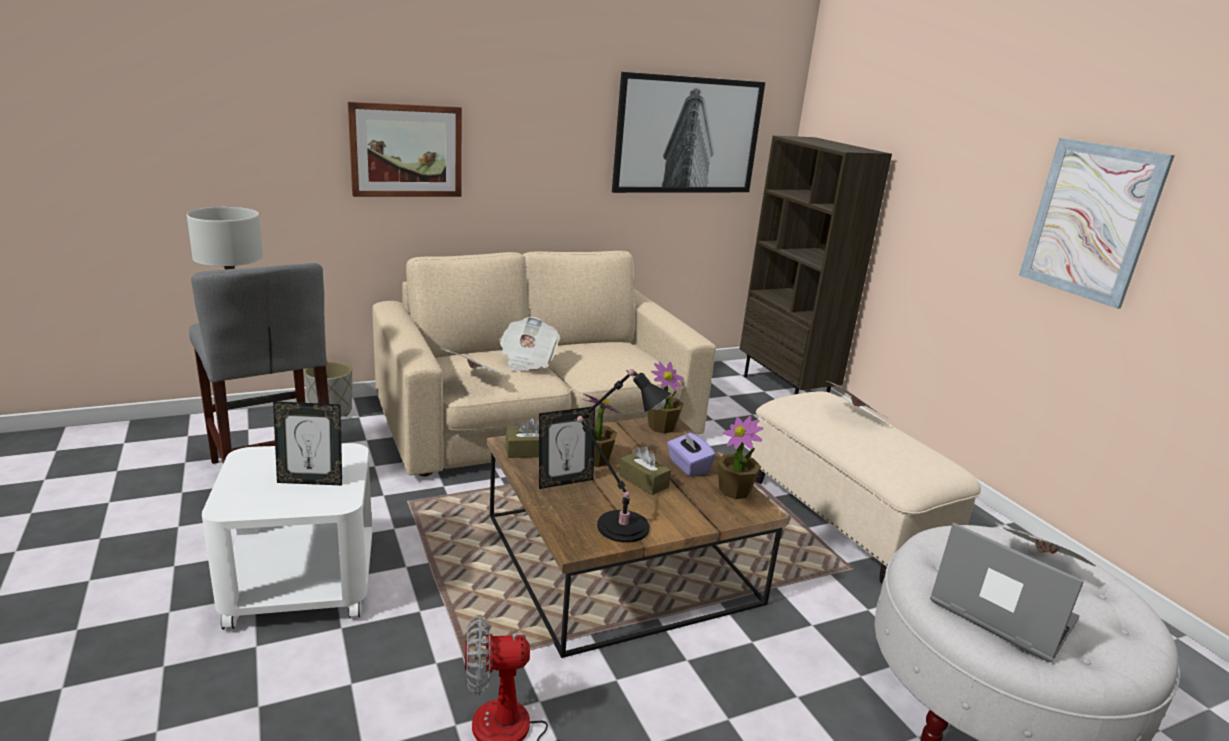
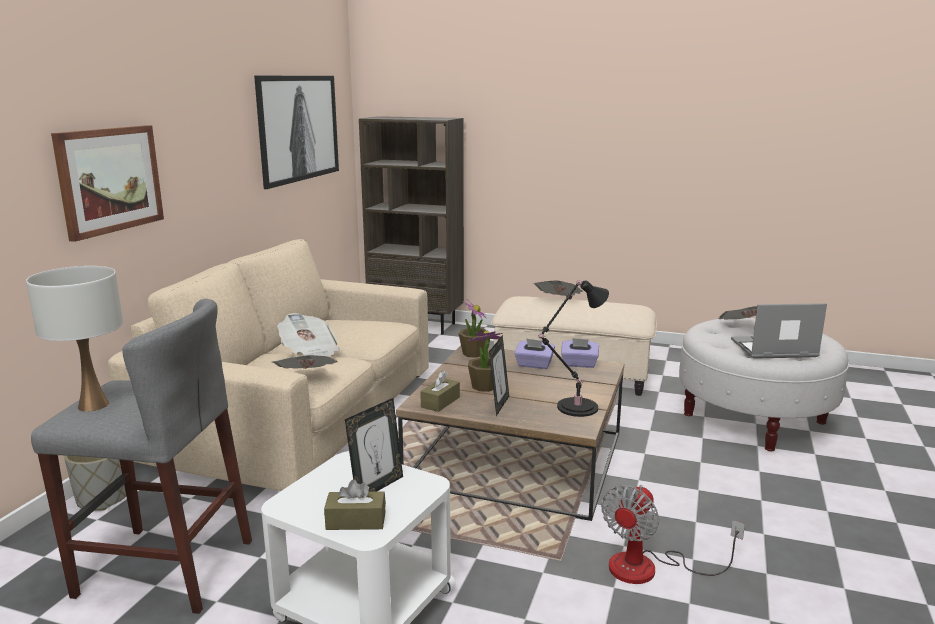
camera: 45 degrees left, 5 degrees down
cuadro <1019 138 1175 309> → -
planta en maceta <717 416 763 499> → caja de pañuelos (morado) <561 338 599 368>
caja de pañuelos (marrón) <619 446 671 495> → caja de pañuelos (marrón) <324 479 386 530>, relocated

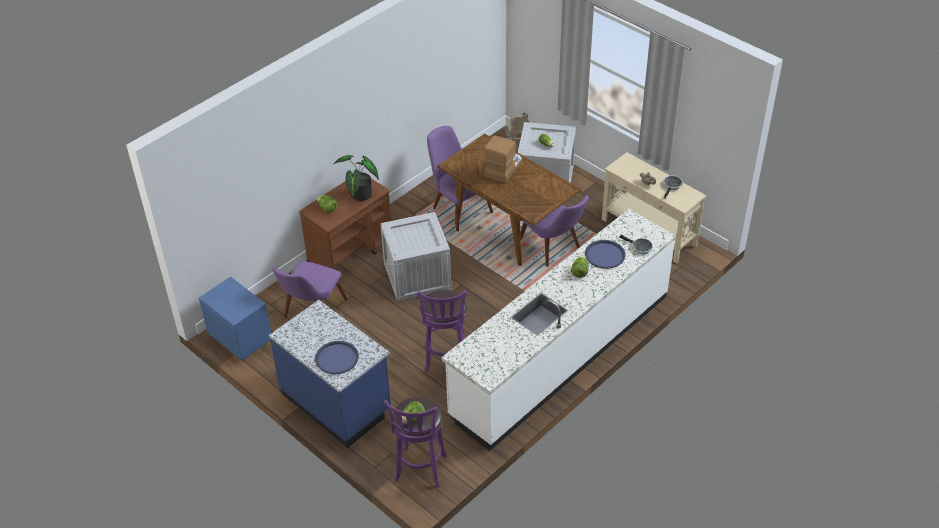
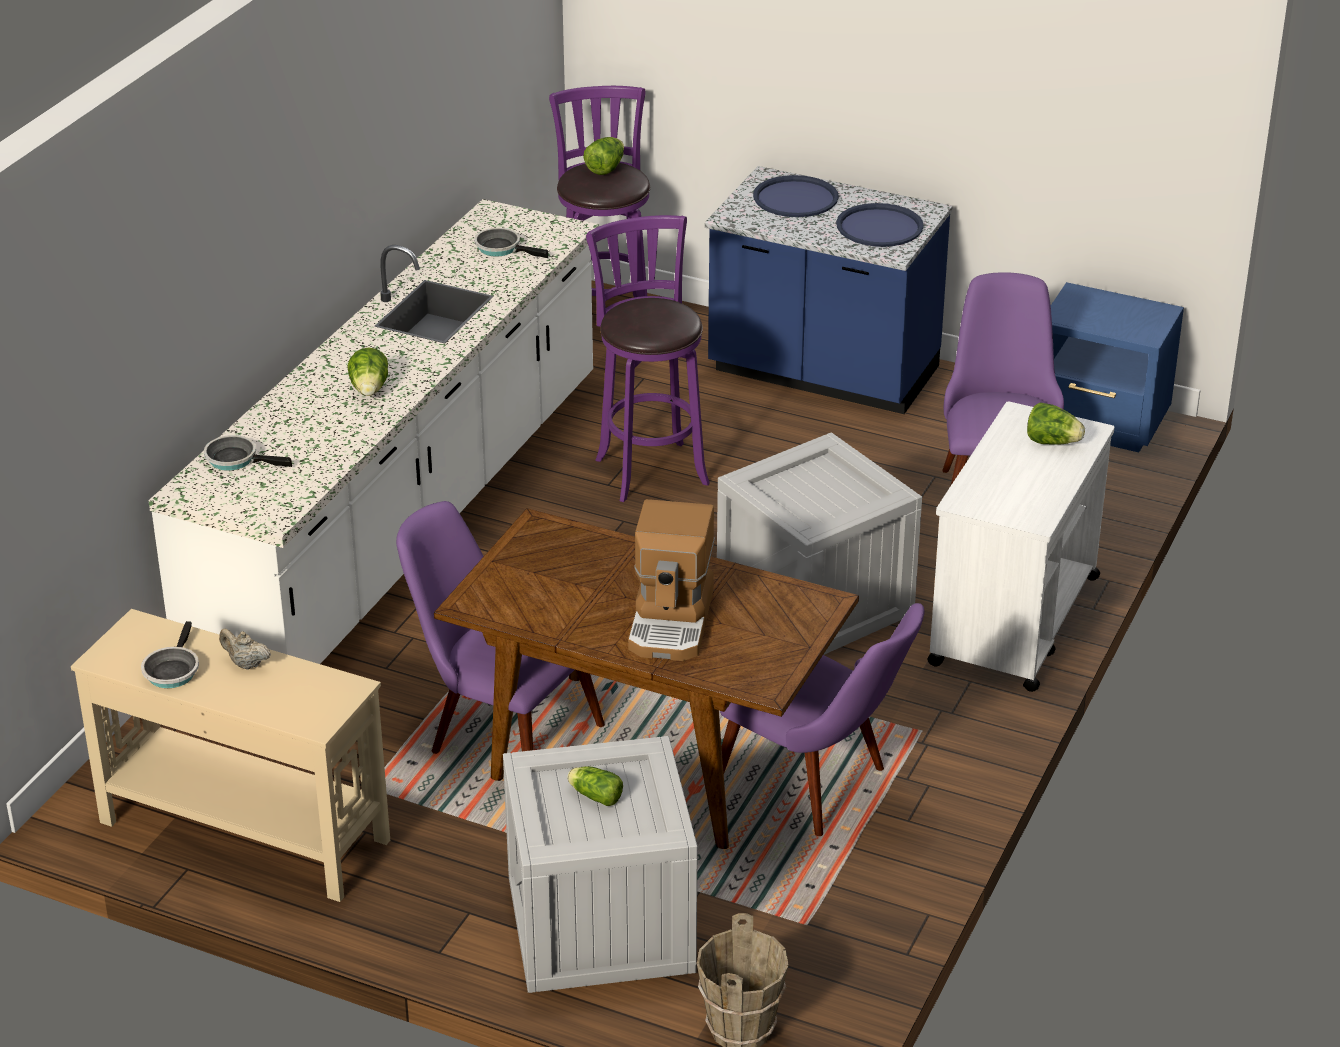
camera: 160 degrees right, 10 degrees down
planta en maceta <333 155 379 201> → -
carrito (marrón) <299 171 391 269> → carrito (blanco) <927 401 1115 692>
bandeja (azul) <585 240 625 269> → bandeja (azul) <836 203 924 247>, relocated
- → sartén <474 228 548 258>

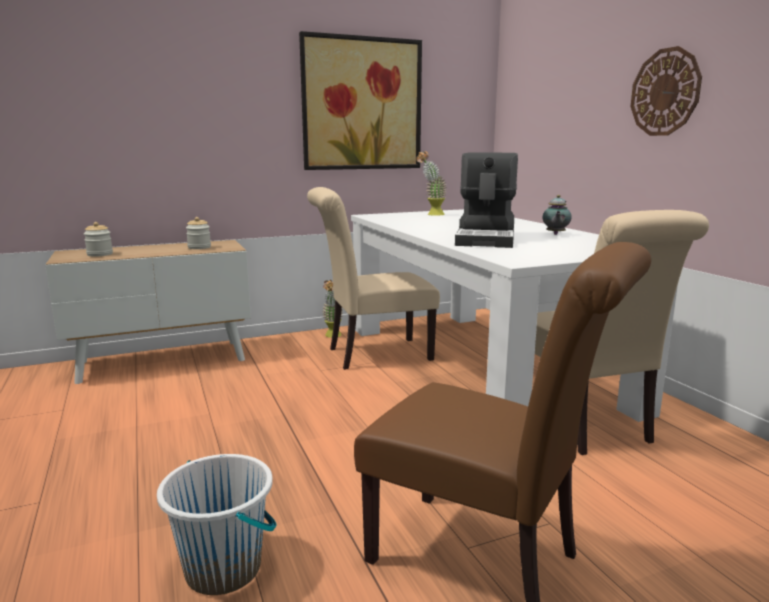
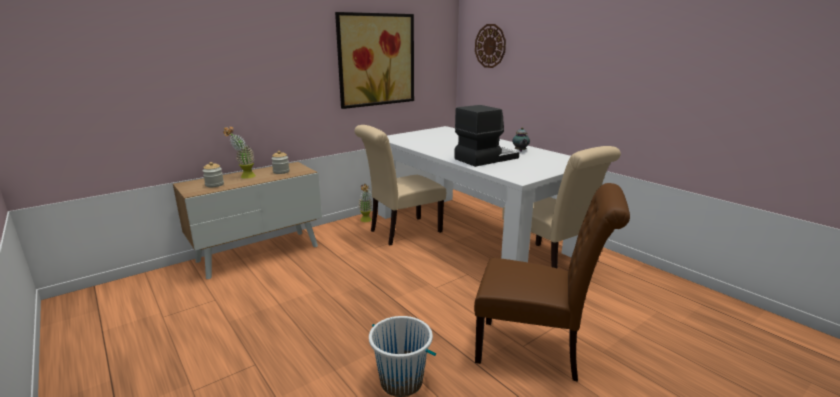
camera: 15 degrees left, 5 degrees up
reloj de pared <630 46 702 136> → reloj de pared <475 24 506 68>, relocated
planta en maceta <416 151 447 216> → planta en maceta <223 126 256 179>, relocated
cafetera <455 153 518 248> → cafetera <454 105 519 167>, 120 degrees counterclockwise

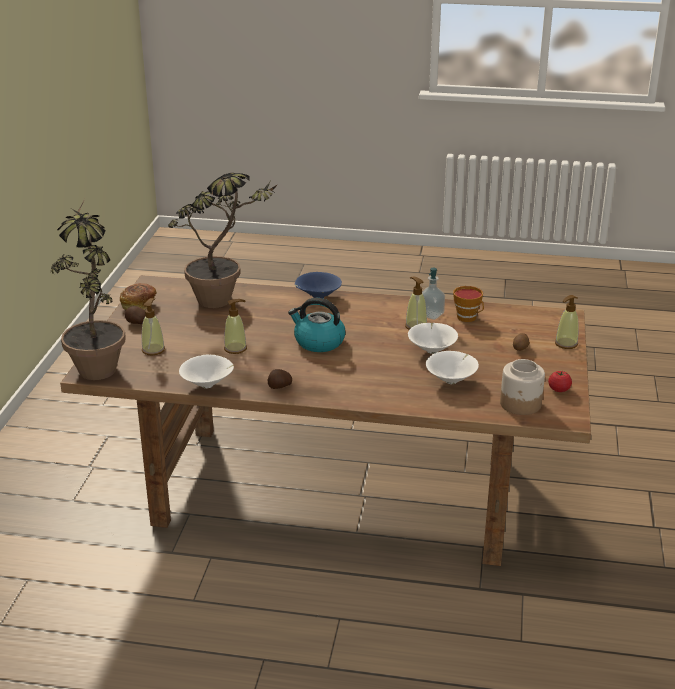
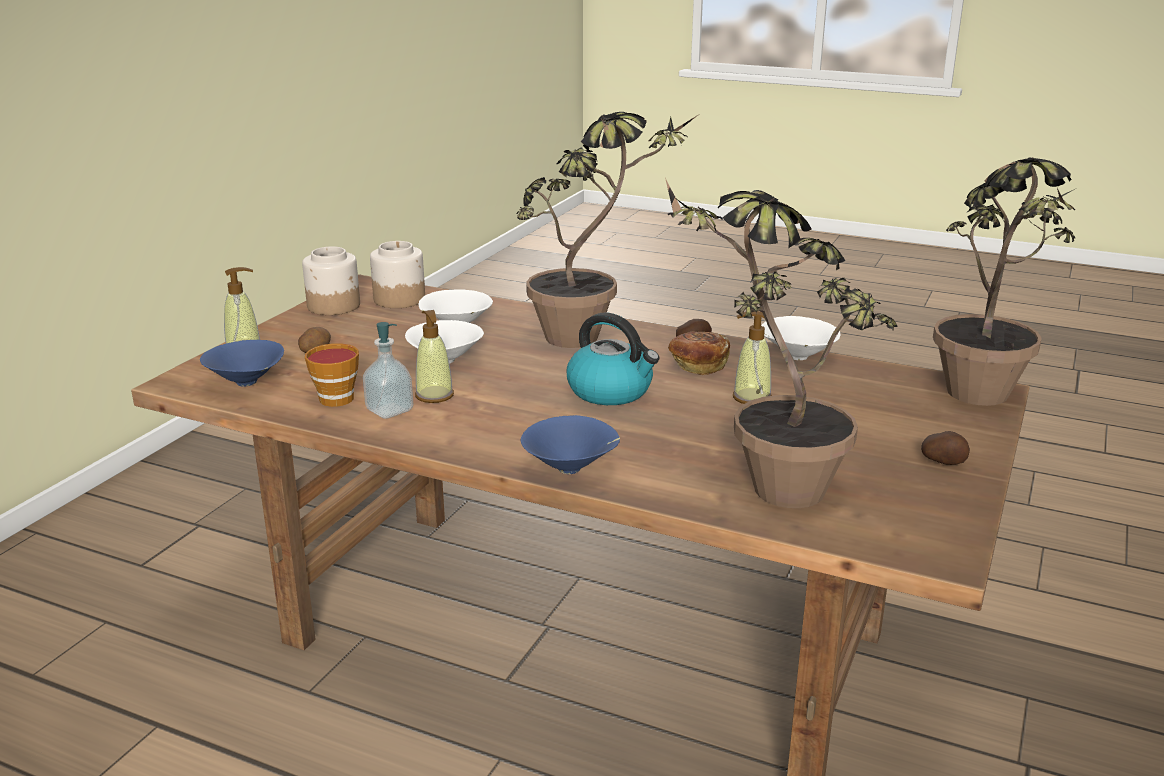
camera: 165 degrees left, 5 degrees down
pan <120 283 157 310> → pan <668 332 730 375>, relocated
dispensador de jabón <142 298 165 355> → -
tomate <548 371 572 392> → tarro <302 246 360 315>
- → planta en maceta <516 112 698 348>
- → cuenco (azul) <200 340 284 386>

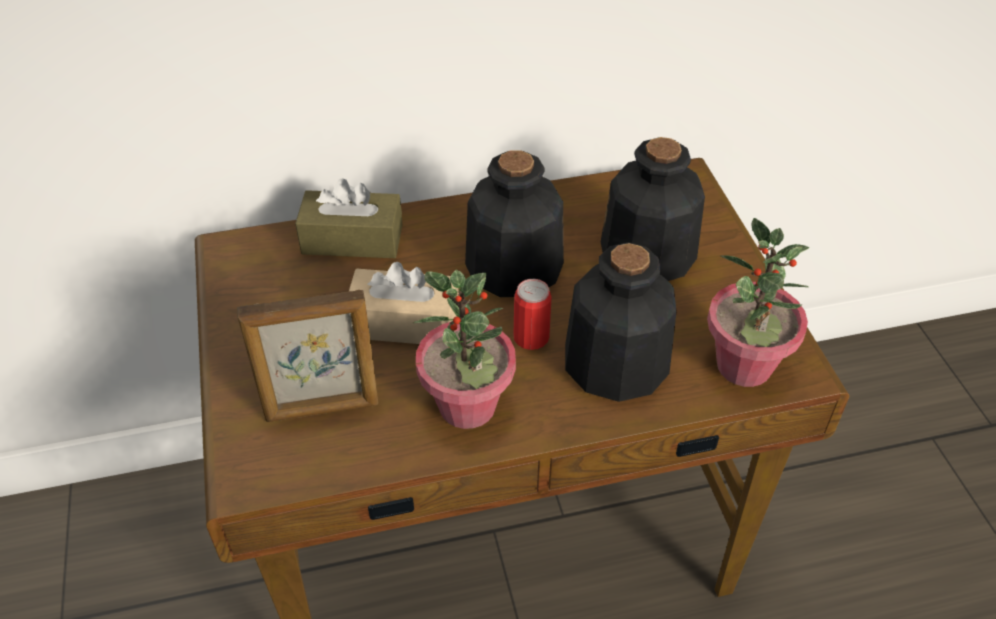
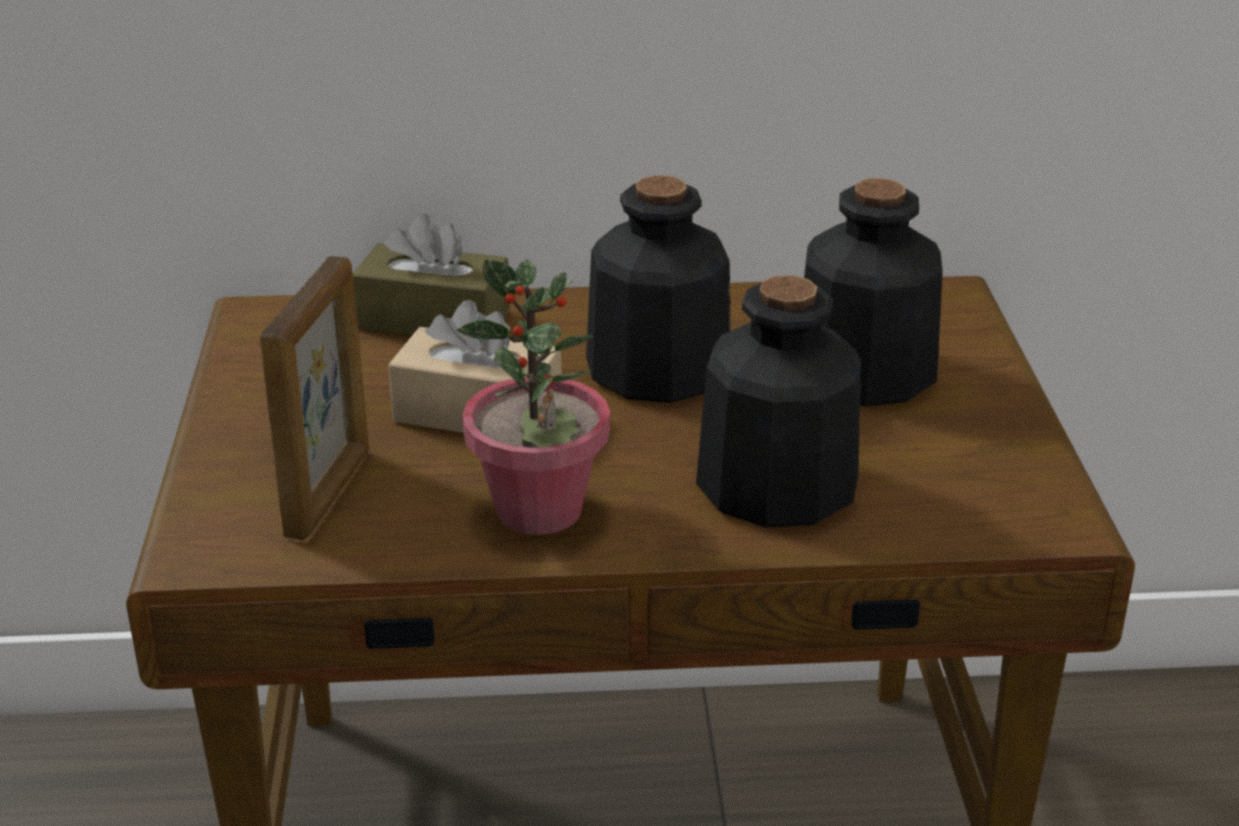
camera: 10 degrees right, 15 degrees down
planta en maceta <707 218 809 387> → -
lata <513 279 552 350> → -
portarretratos <237 290 378 422> → portarretratos <260 256 369 540>, 75 degrees counterclockwise

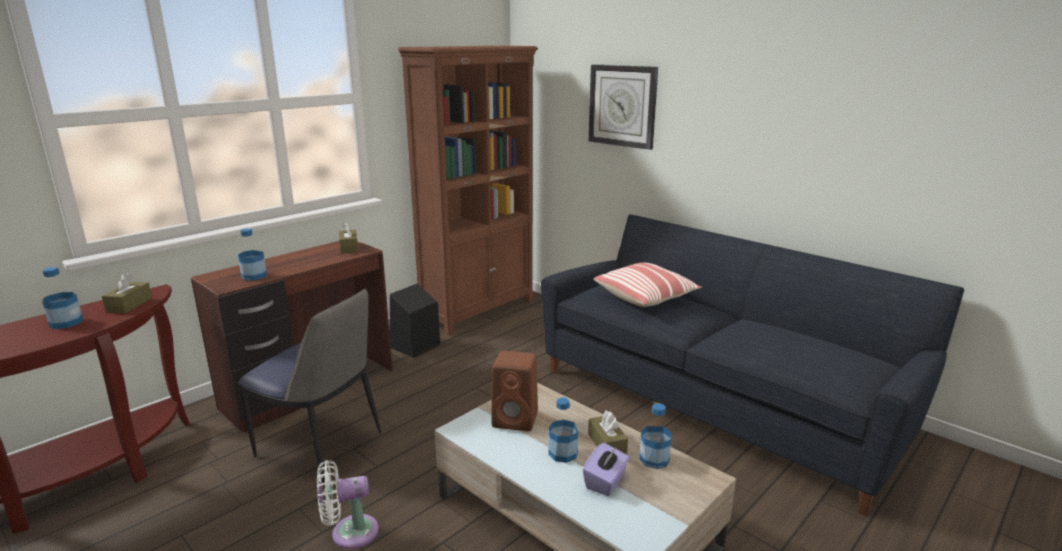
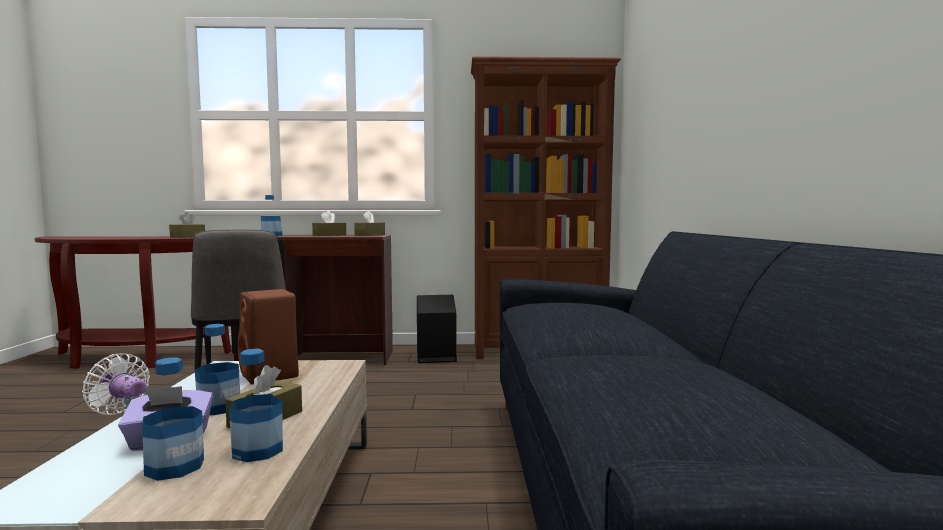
camera: 45 degrees right, 15 degrees down
reloj de pared <589 64 658 150> → -
cojín <594 263 702 307> → -
botella <42 267 83 329> → botella <142 357 204 481>, relocated
- → caja de pañuelos (marrón) <312 210 346 236>

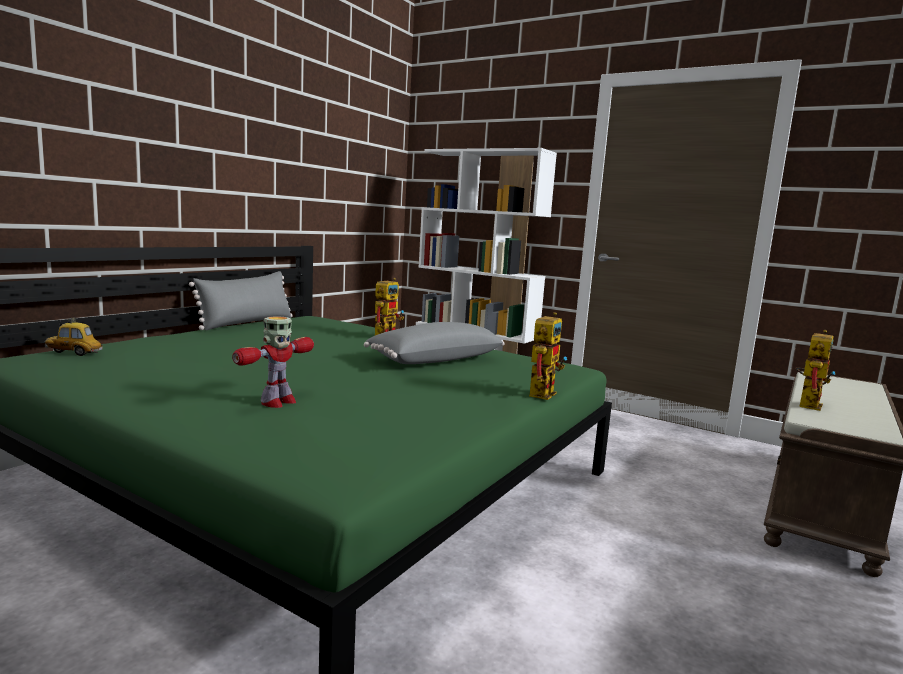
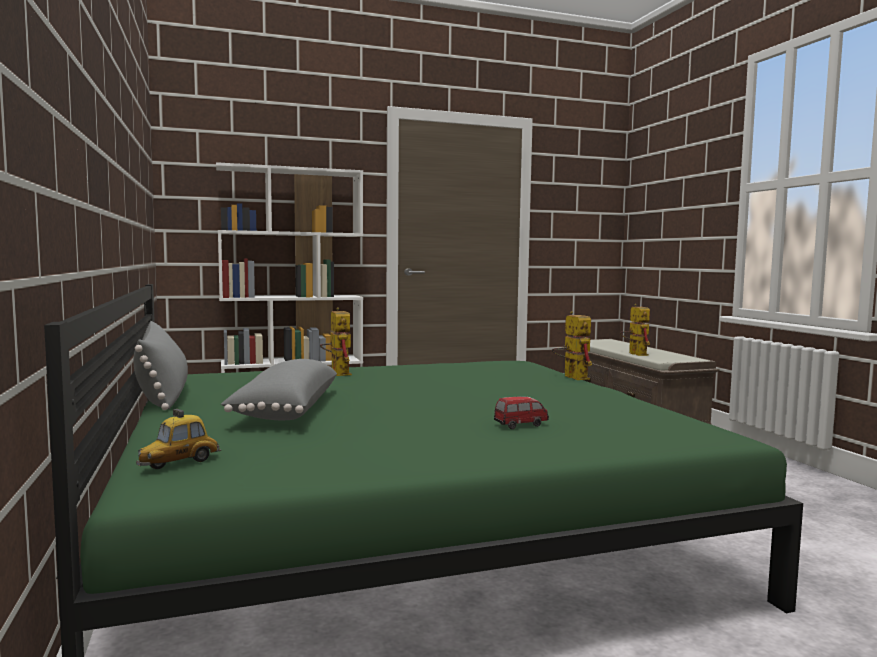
camera: 50 degrees left, 5 degrees down
robot de juguete <232 316 314 408> → coche de juguete <494 397 549 429>
cojín (gris) <364 322 504 364> → cojín (gris) <221 359 337 420>, relocated

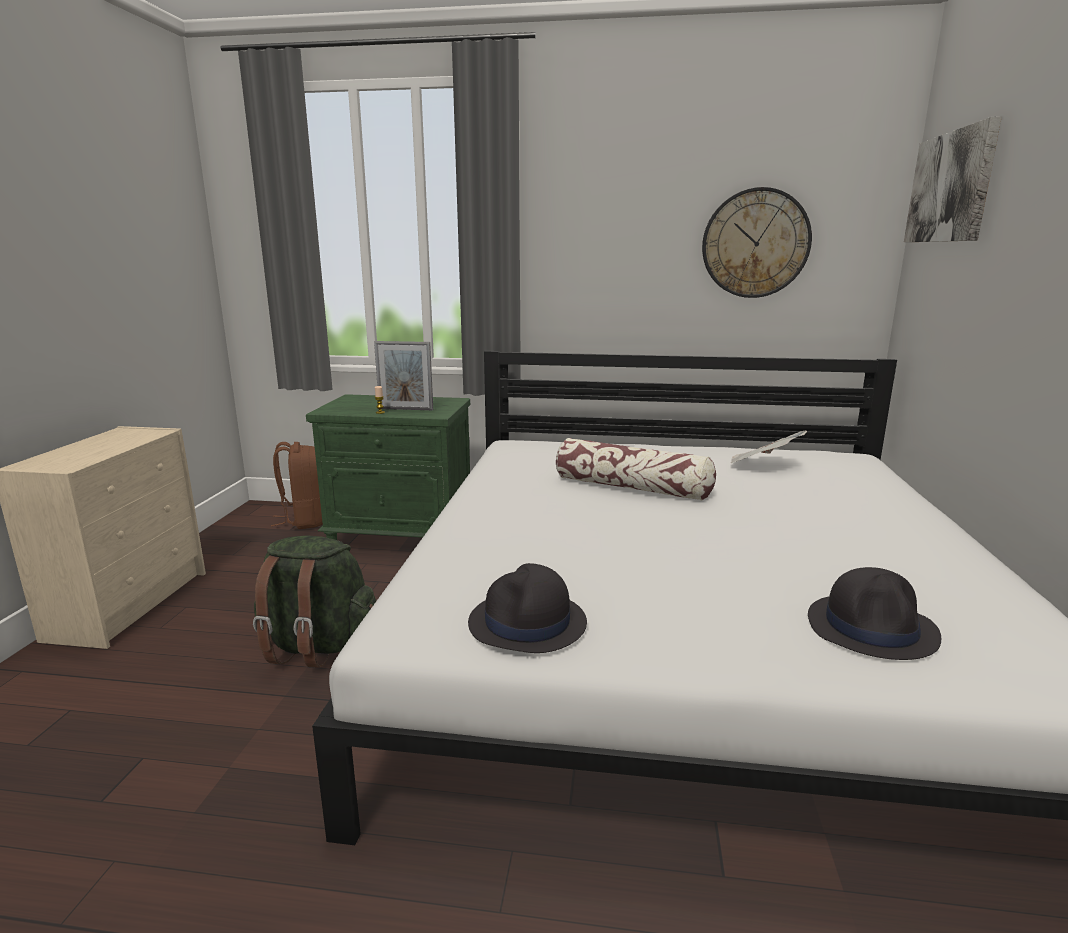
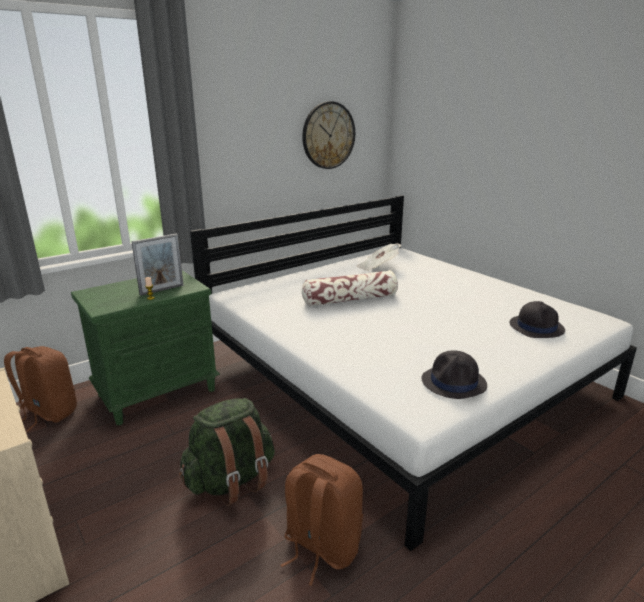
camera: 45 degrees left, 5 degrees up
cuadro <904 117 1002 242> → -
- → mochila (marrón) <280 454 363 586>

